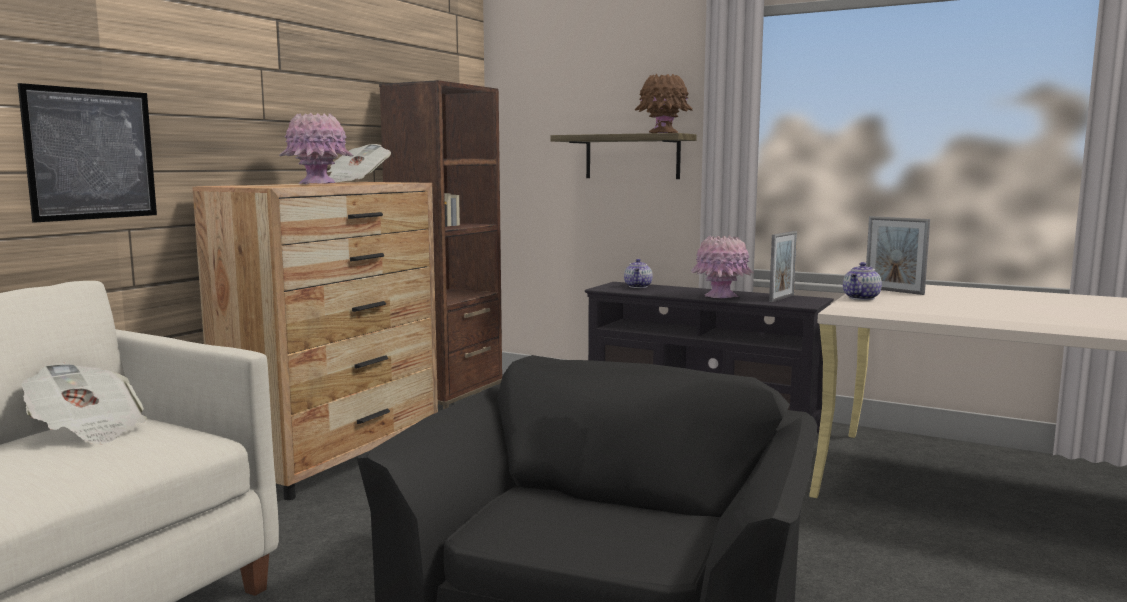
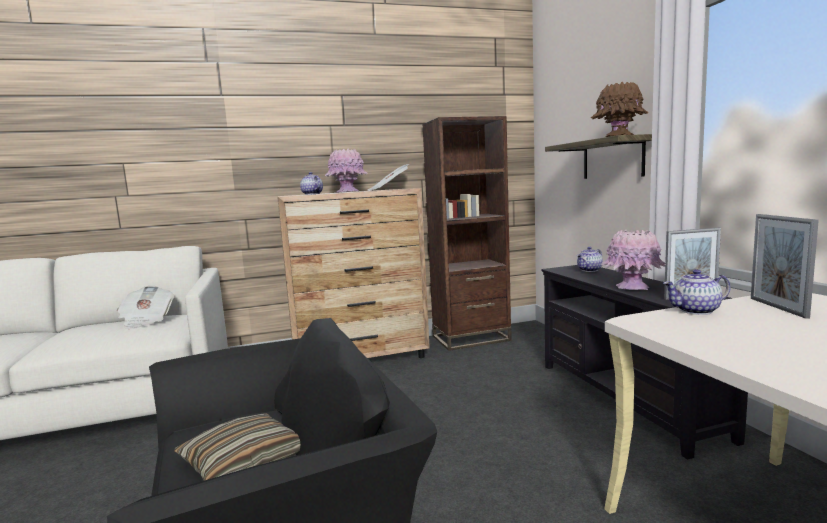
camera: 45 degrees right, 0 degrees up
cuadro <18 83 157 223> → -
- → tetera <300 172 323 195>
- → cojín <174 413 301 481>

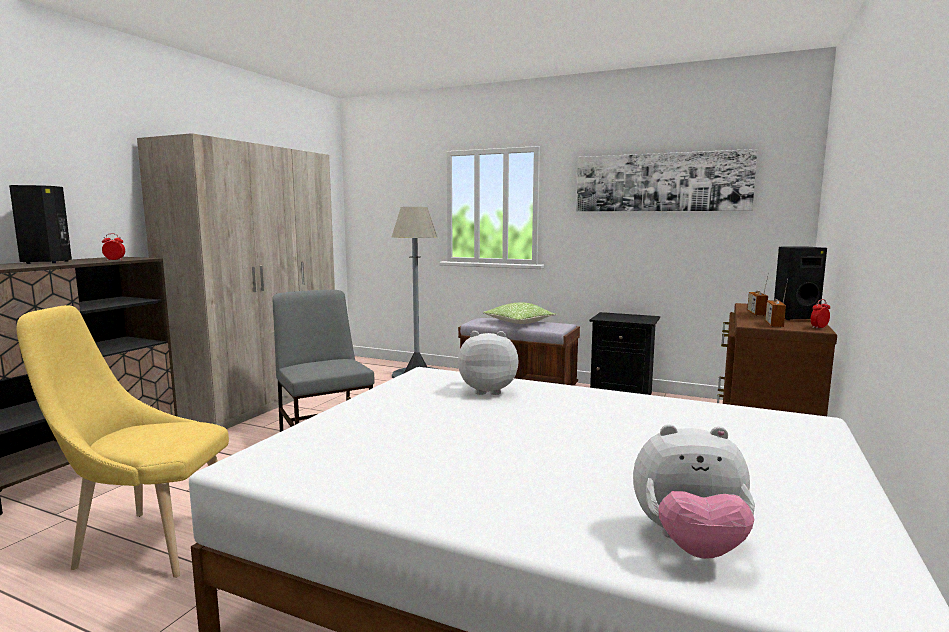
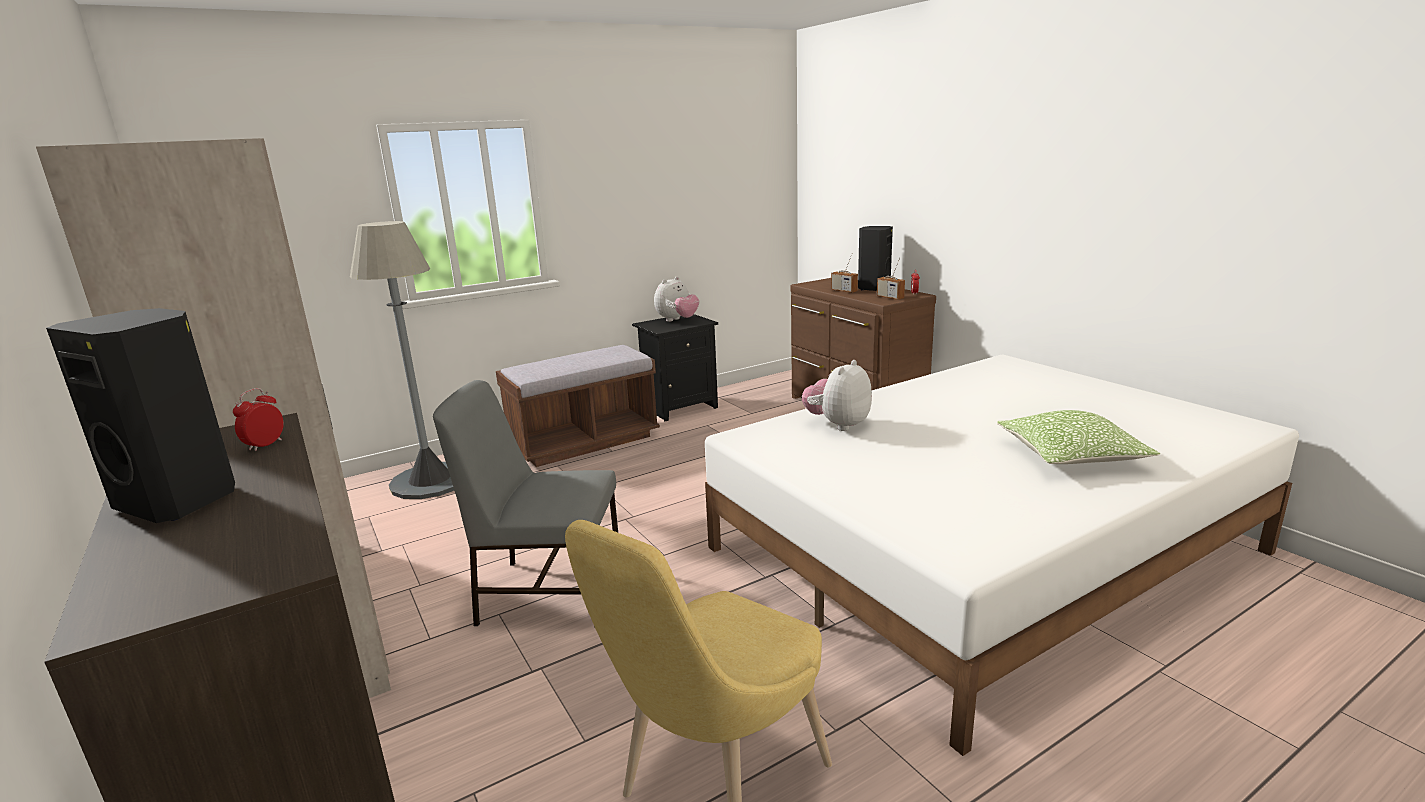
camera: 55 degrees left, 10 degrees up
cuadro <576 149 757 212> → -
cojín <483 302 557 324> → cojín <997 410 1160 464>, relocated
peluche <633 424 755 559> → peluche <654 276 699 322>, relocated

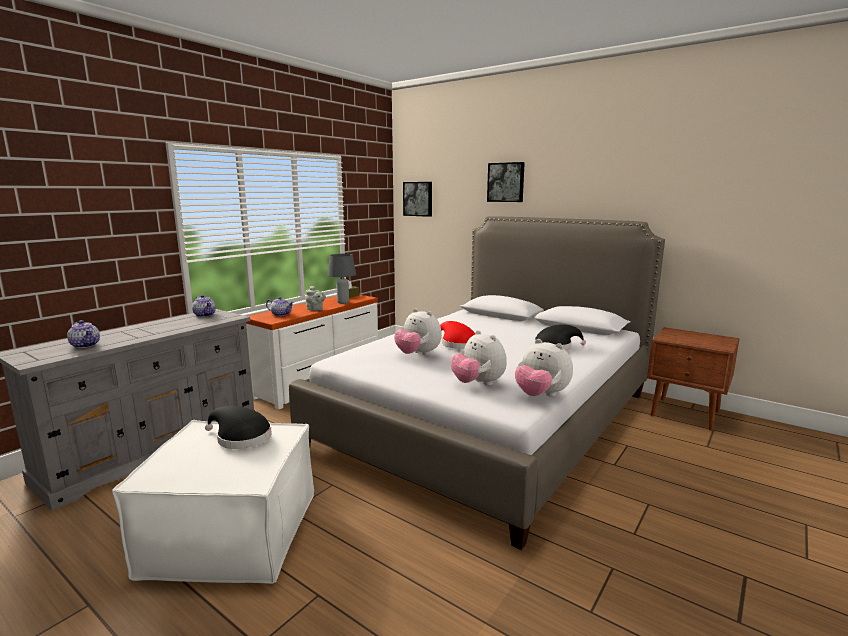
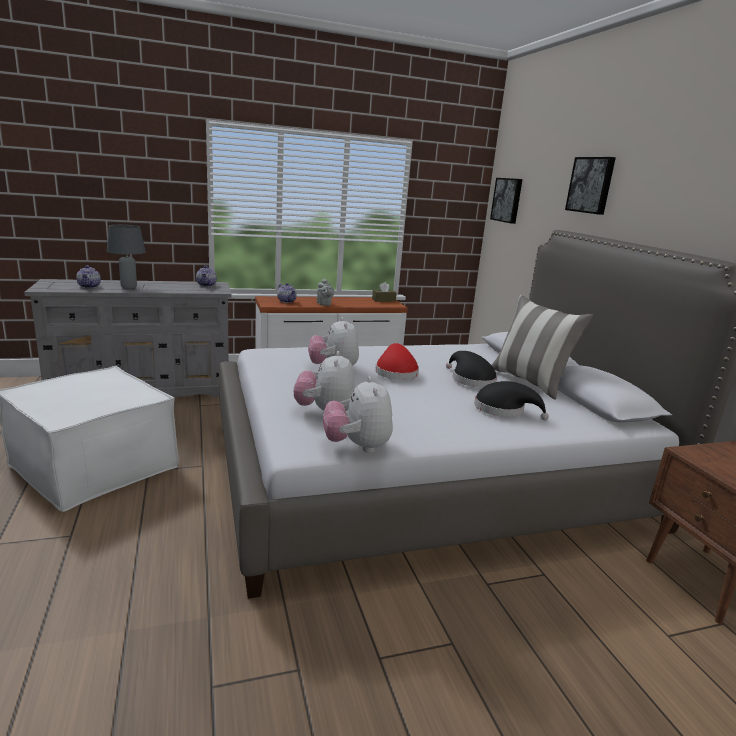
camera: 35 degrees right, 5 degrees up
lámpara de mesa (gris) <328 254 356 304> → lámpara de mesa (gris) <107 225 146 289>, relocated
sombrero (negro) <205 406 272 449> → sombrero (negro) <446 351 497 388>, relocated
- → cojín <492 295 593 400>

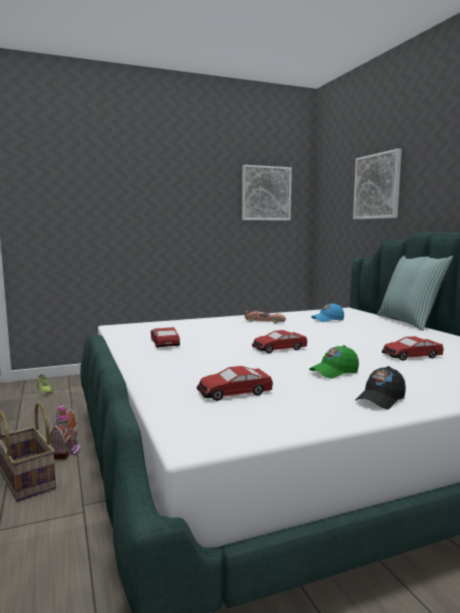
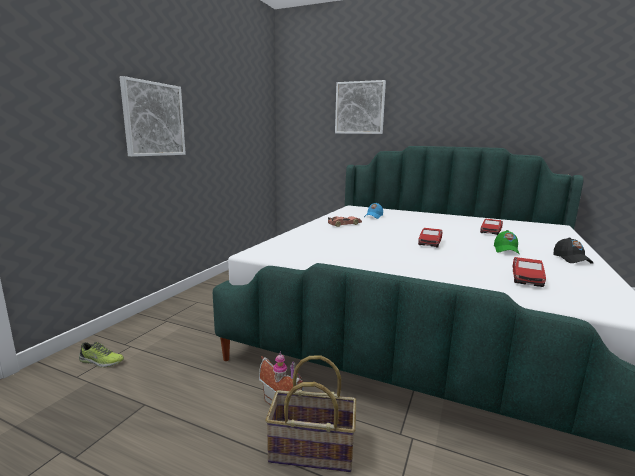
camera: 45 degrees left, 5 degrees up
cuadro <242 165 292 221> → cuadro <120 76 186 157>, relocated
cojín <377 255 453 331> → -
coche de juguete <151 327 180 348> → -

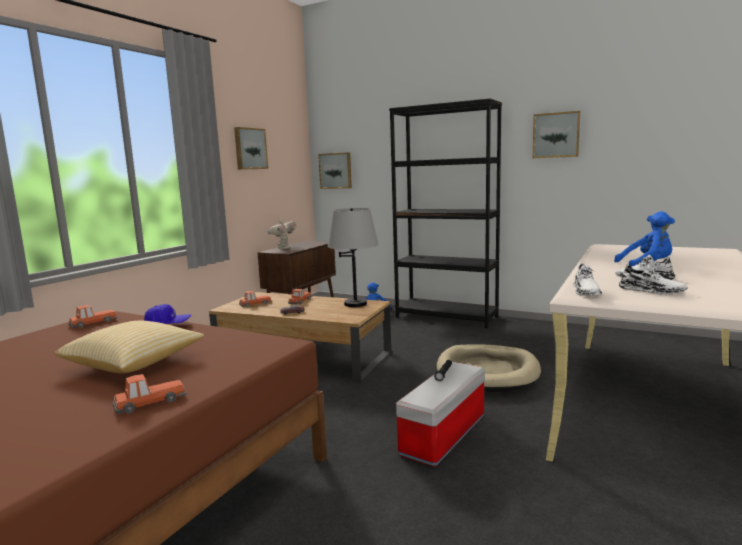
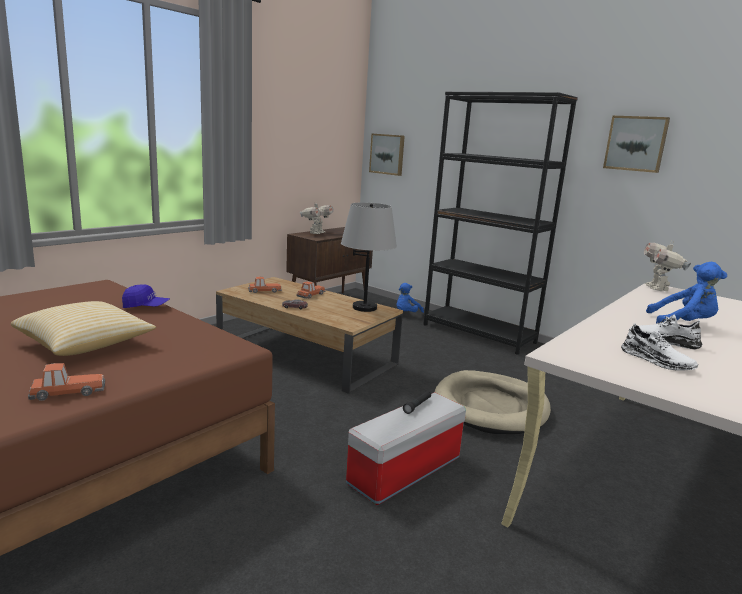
camera: 10 degrees right, 5 degrees up
cuadro <234 127 268 170> → -
zapato (blanco) <573 263 602 296> → -
coche de juguete <68 305 118 328> → -
- → robot de juguete <644 239 691 291>

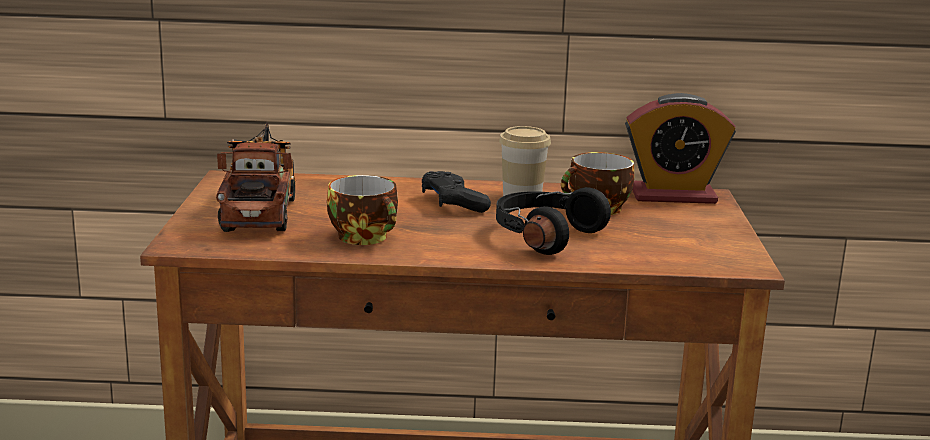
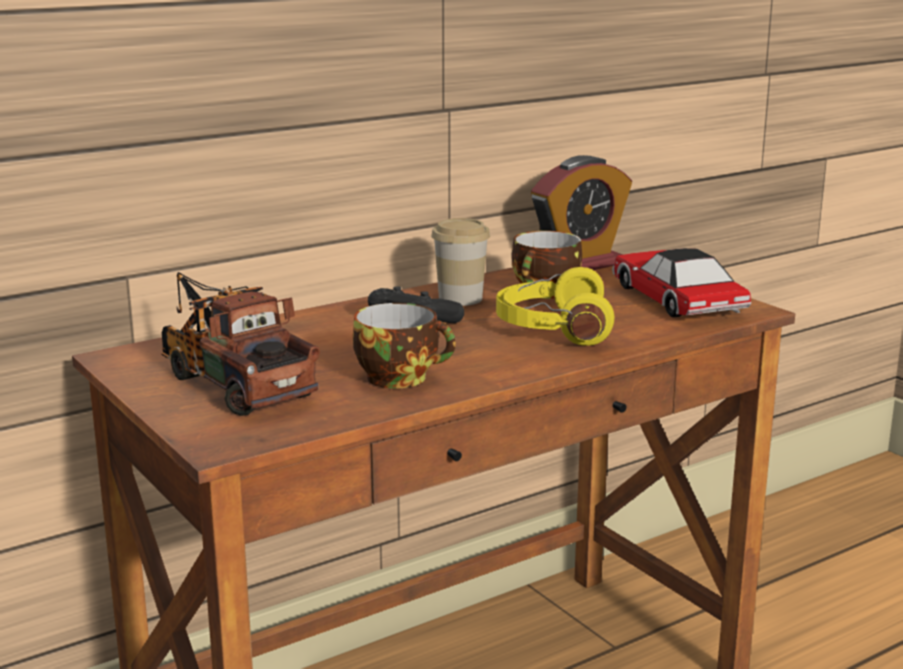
camera: 35 degrees left, 0 degrees up
auriculares (negro) <496 187 611 255> → auriculares (amarillo) <496 267 614 346>
- → coche de juguete <612 248 751 317>

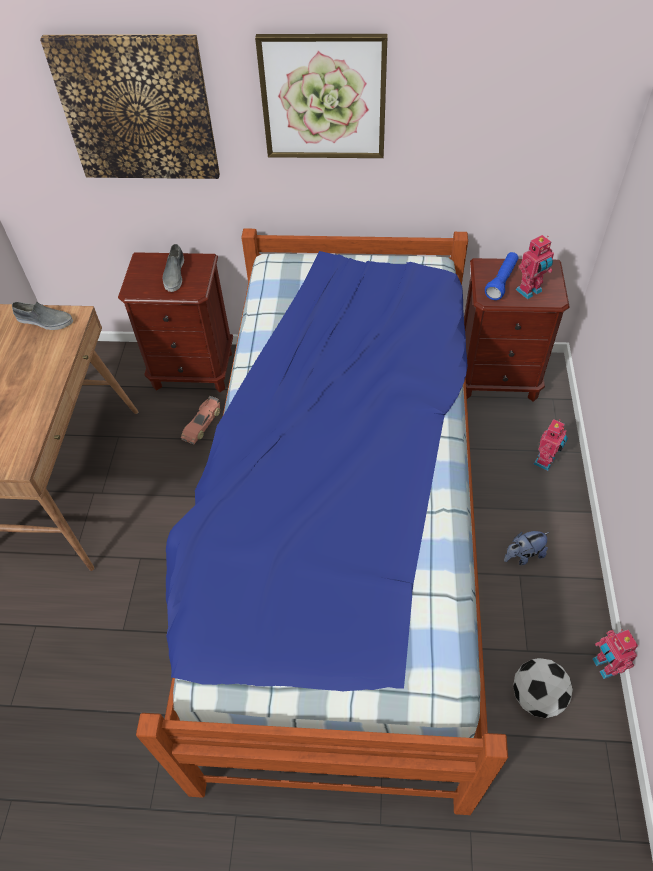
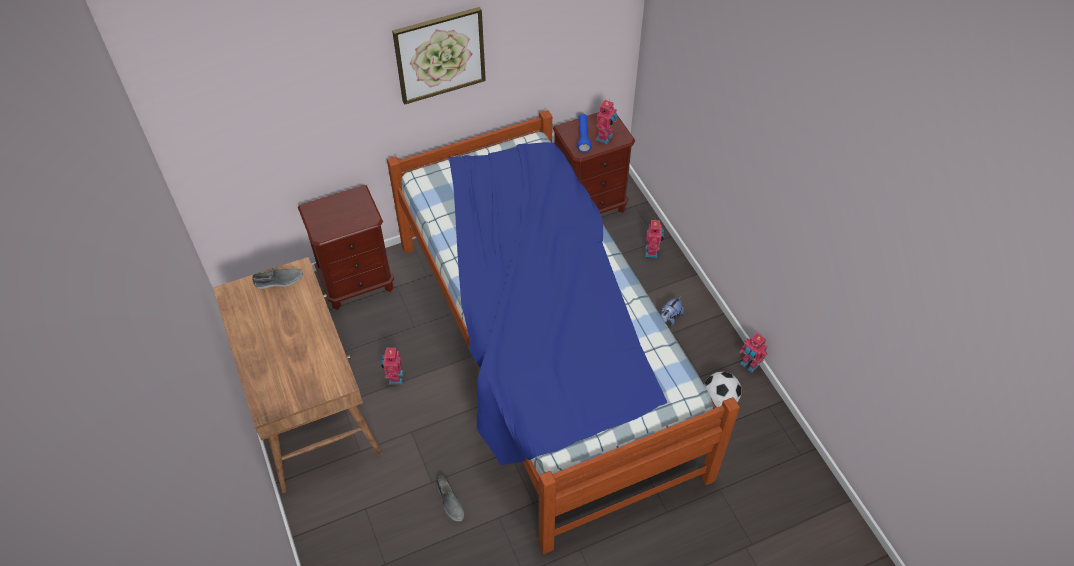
camera: 30 degrees left, 0 degrees up
cuadro <40 34 220 179> → -
zapato (gris) <163 244 184 292> → zapato (gris) <437 476 464 521>, relocated
coche de juguete <181 396 220 444> → -
- → robot de juguete <381 348 403 384>

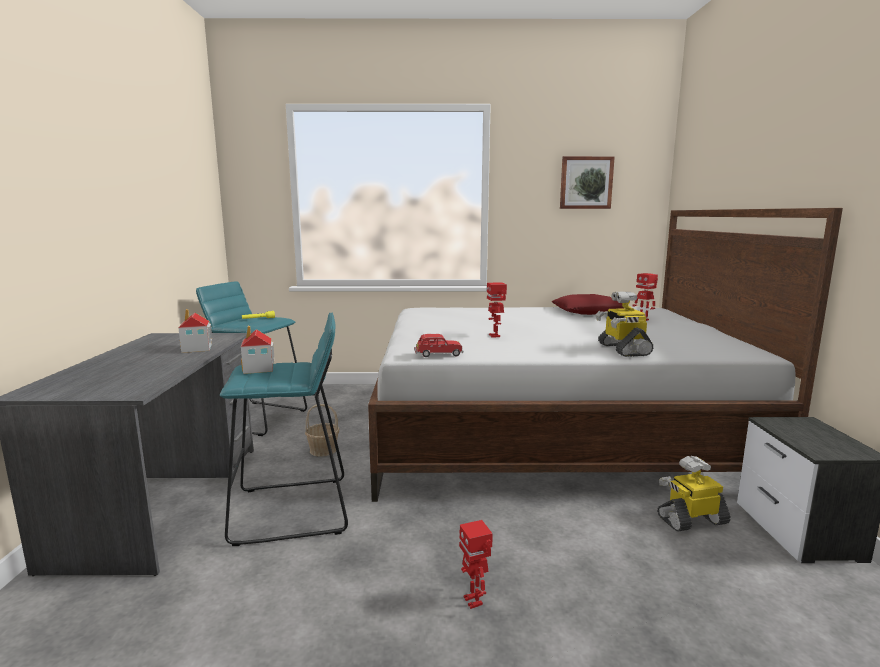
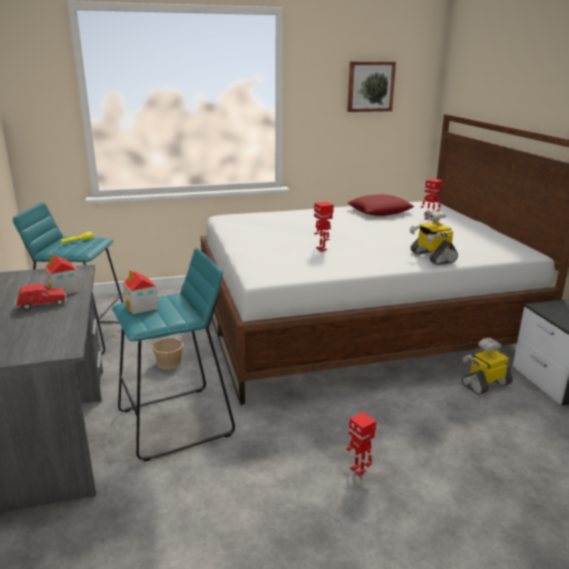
camera: 15 degrees left, 10 degrees up
coche de juguete (rojo) <414 334 463 357> → coche de juguete (rojo) <15 284 67 310>, relocated

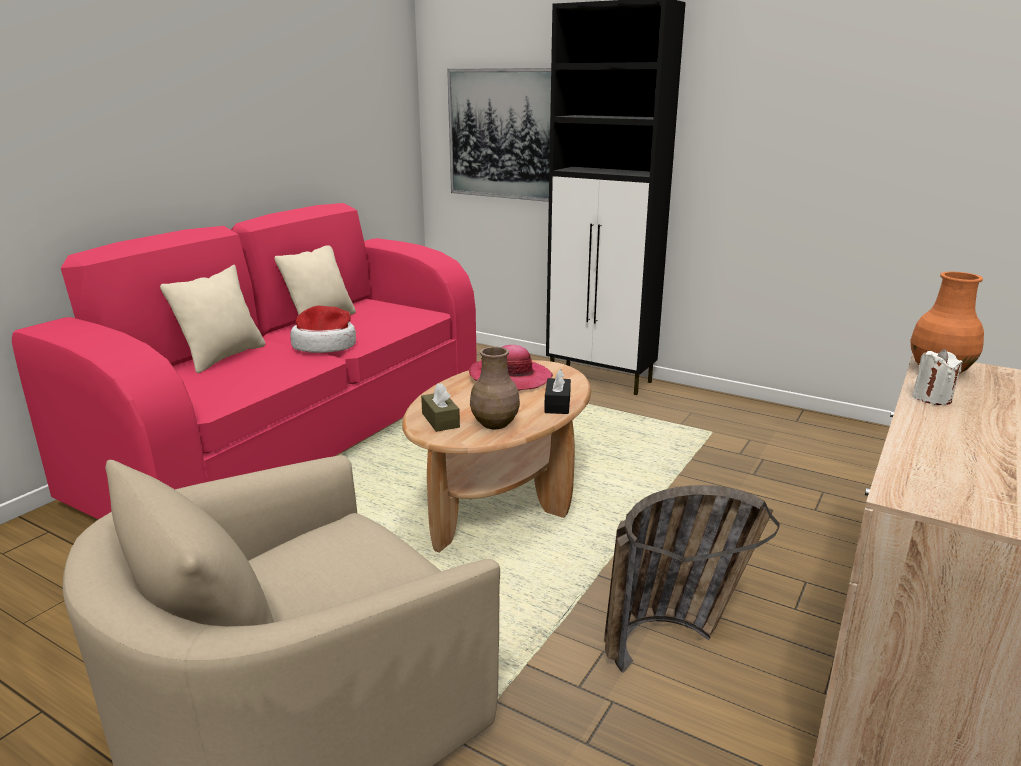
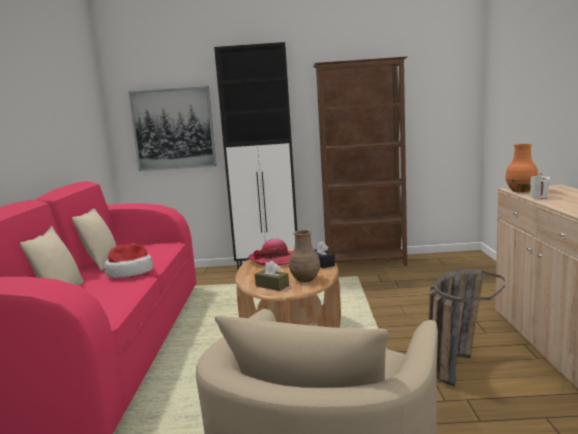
camera: 30 degrees left, 10 degrees down
- → estantería (marrón) <313 56 408 266>

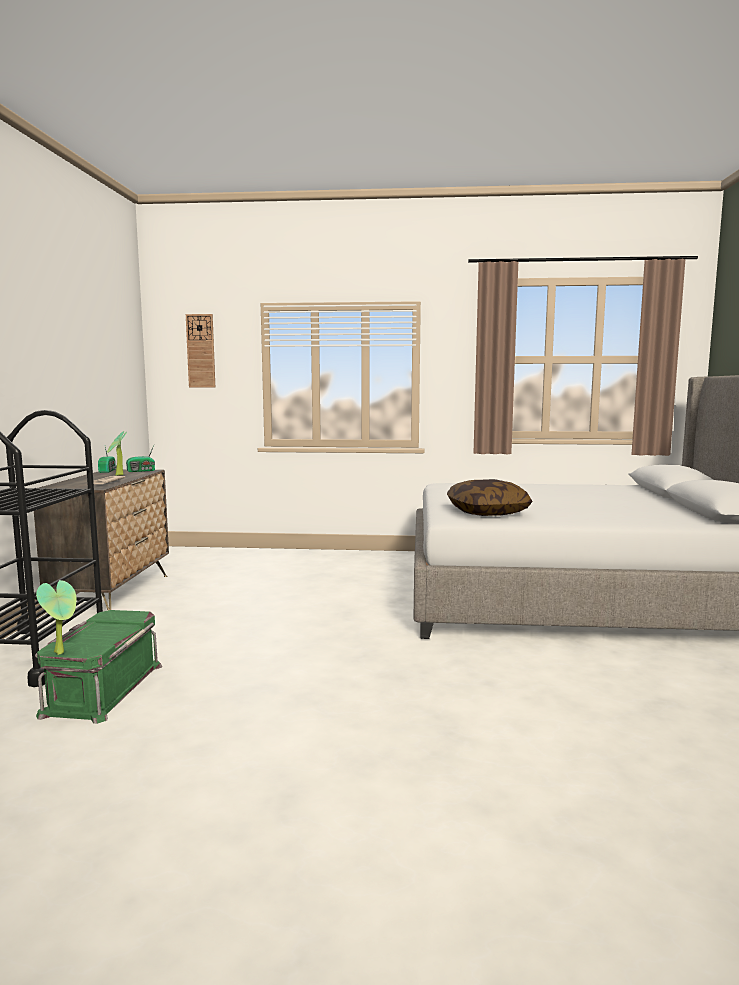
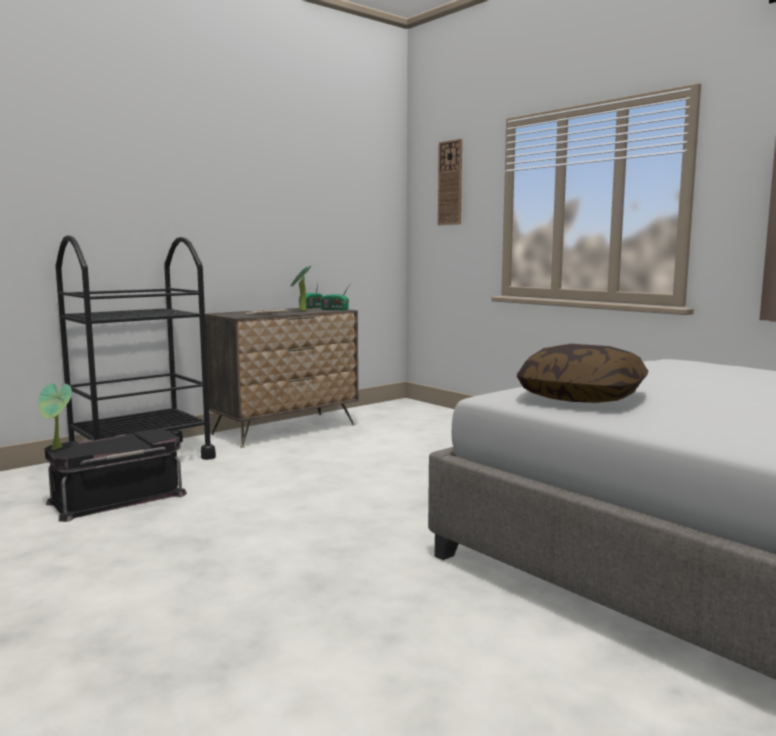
camera: 45 degrees right, 0 degrees up
caja de almacenaje (verde) <35 610 162 724> → caja de almacenaje (negro) <45 429 187 522>

